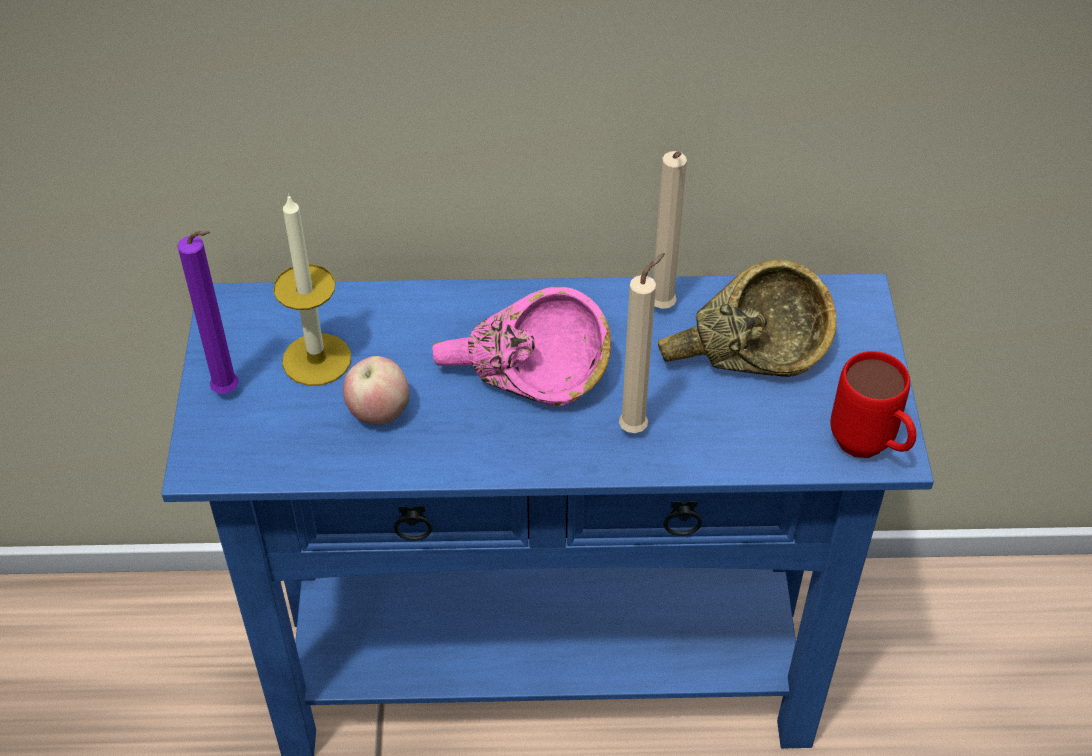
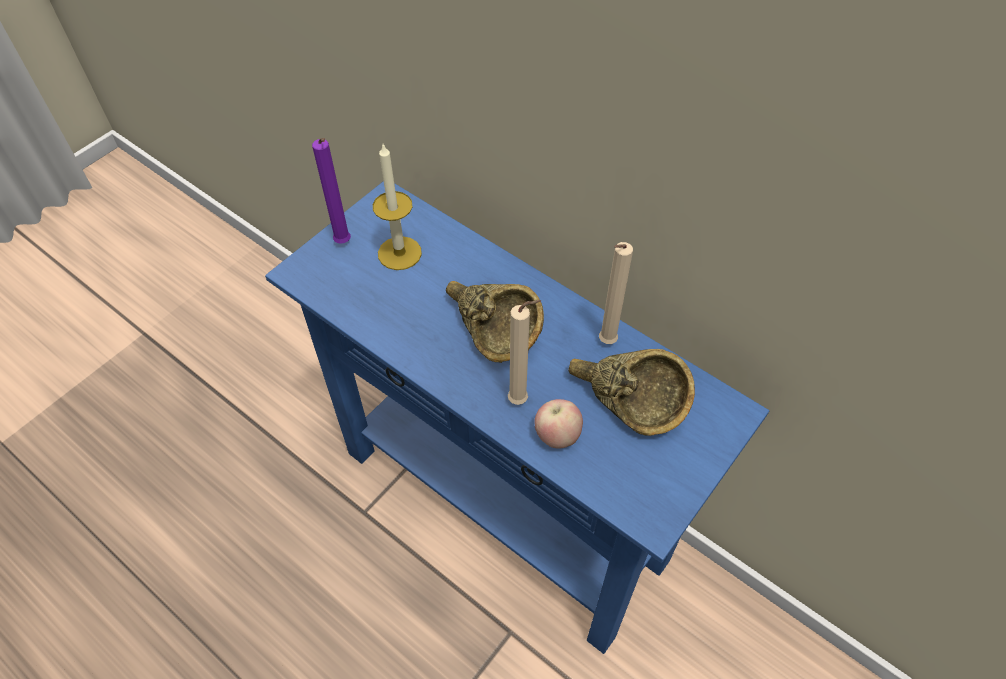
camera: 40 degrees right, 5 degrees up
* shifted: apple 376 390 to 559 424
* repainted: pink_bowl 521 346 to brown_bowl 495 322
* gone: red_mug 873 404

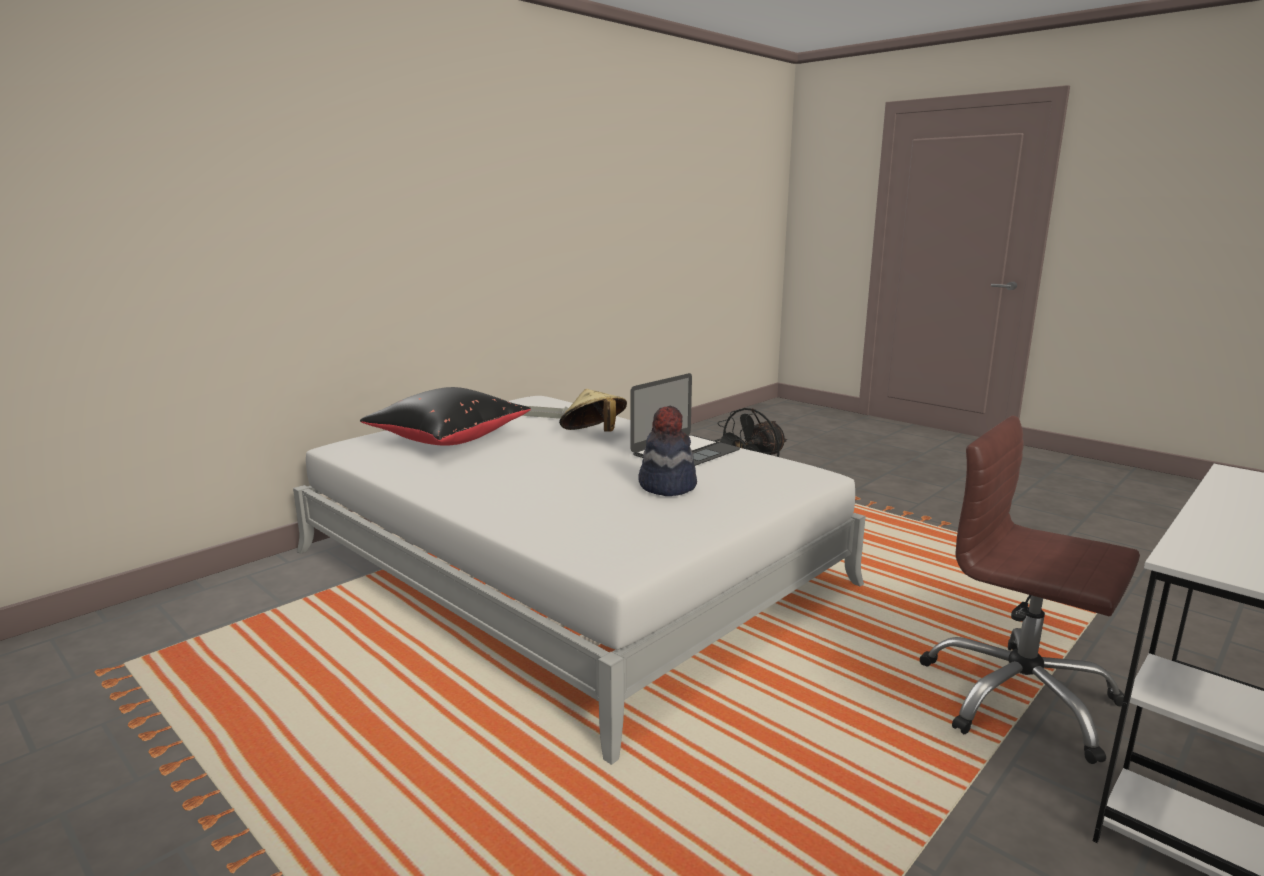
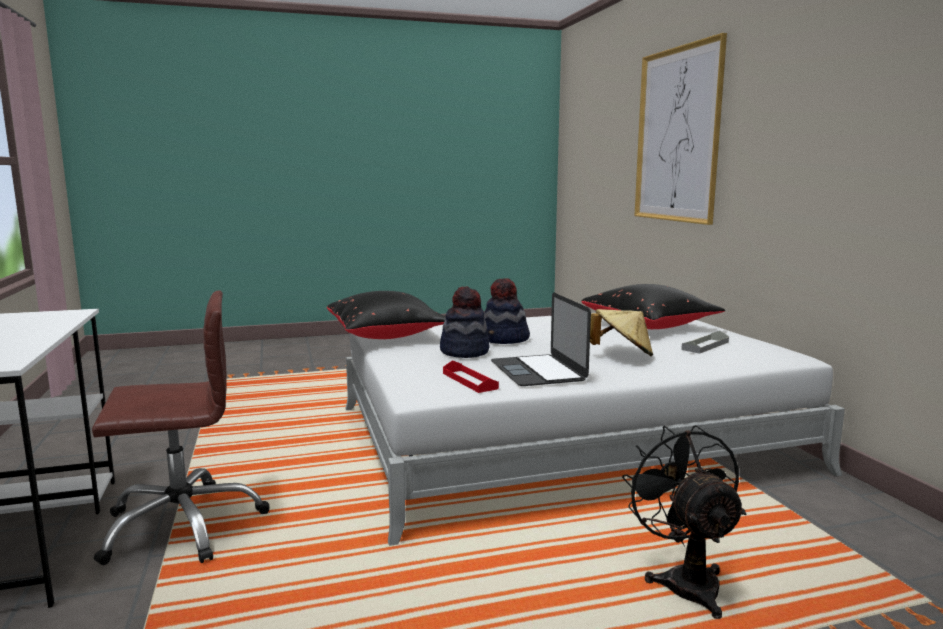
camera: 120 degrees right, 5 degrees down
* new: black_pillow 386 315
* new: red_tray 471 376
* new: hat 507 311
* new: picture 680 129

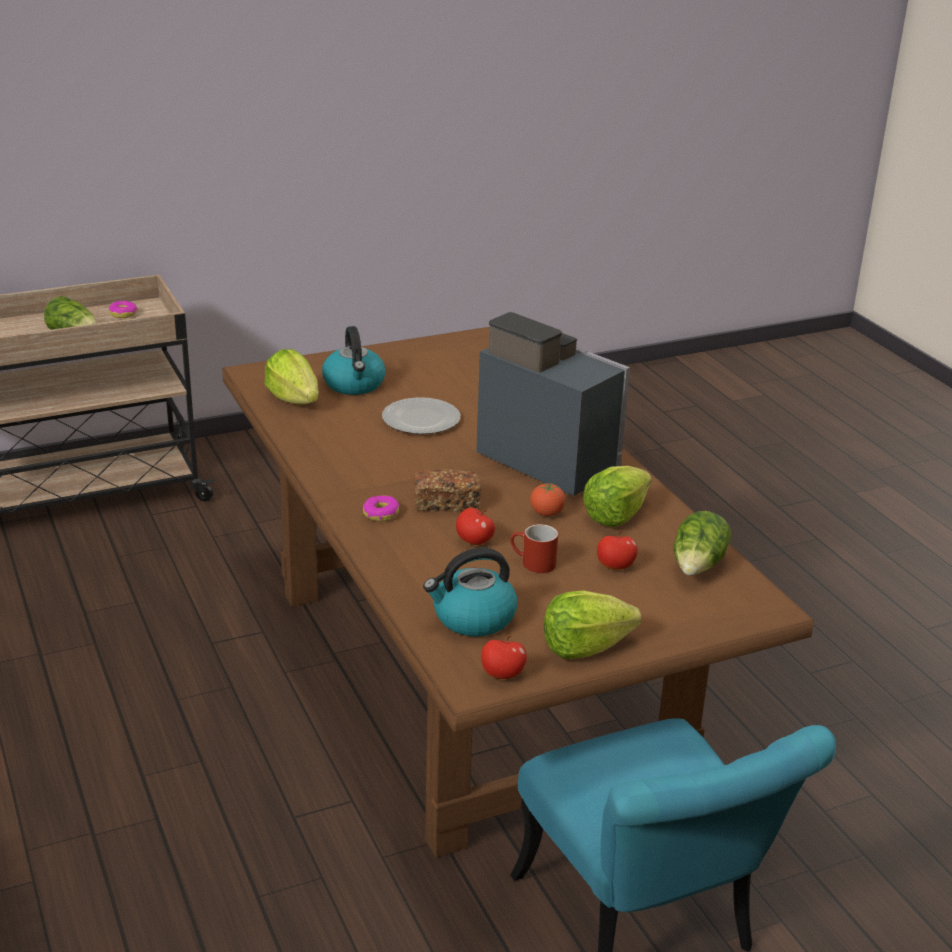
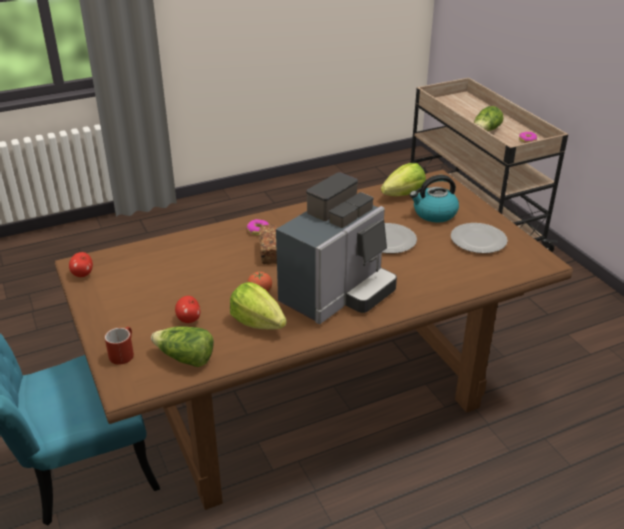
camera: 90 degrees right, 5 degrees up
* gone: kettle 470 592
* gone: apple 475 526
* shifted: red_mug 534 548 to 119 346
* gone: lettuce 592 625
* new: plate 479 238

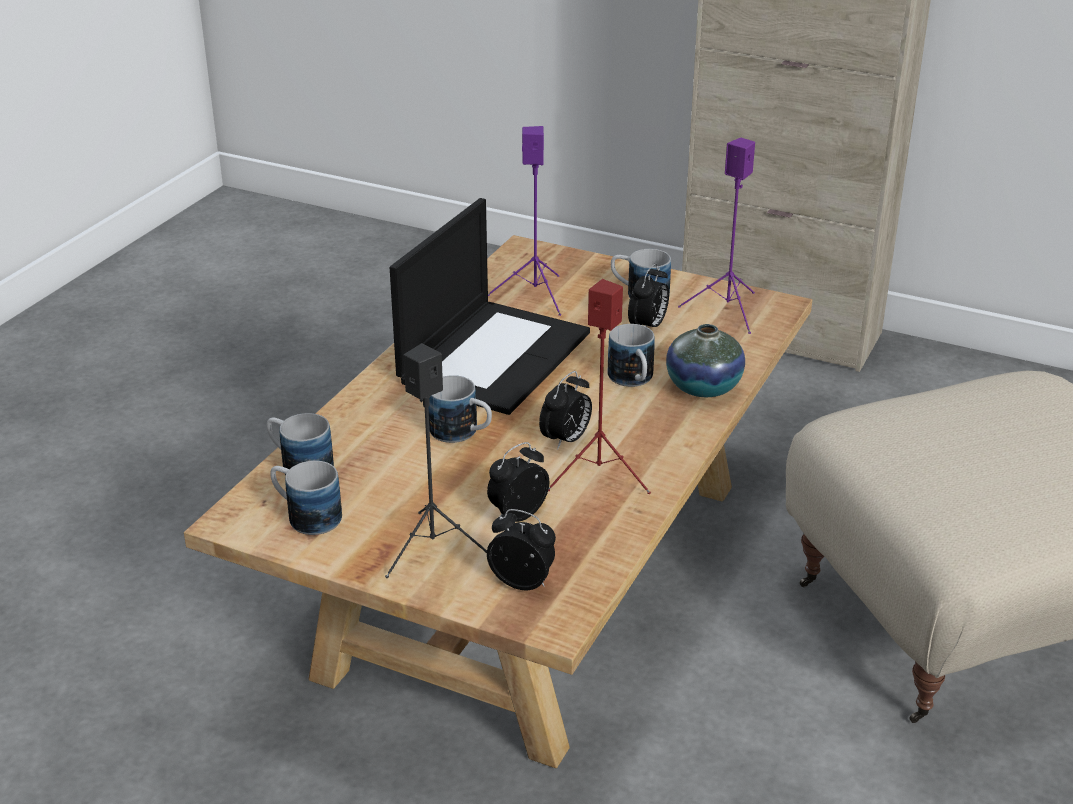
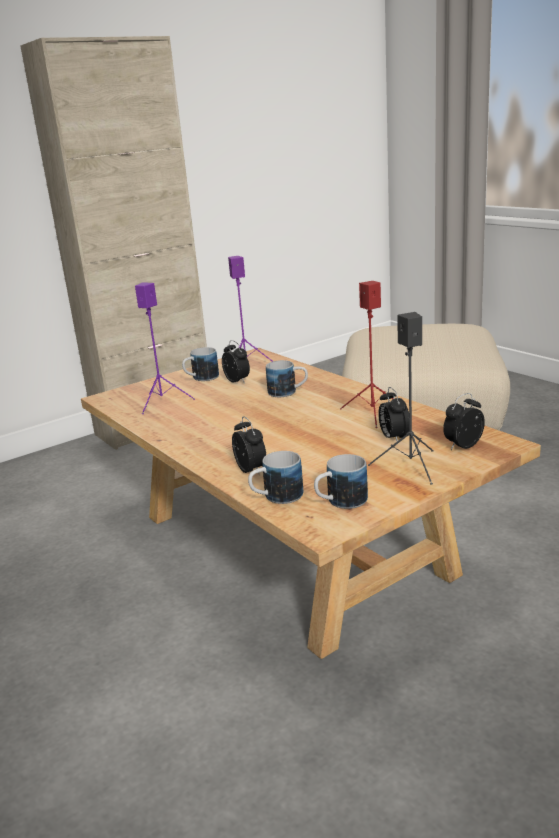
camera: 60 degrees left, 10 degrees down
* gone: laptop 490 306
* gone: mug 460 409
* shifted: alarm_clock 565 410 to 249 445
* gone: vase 705 360

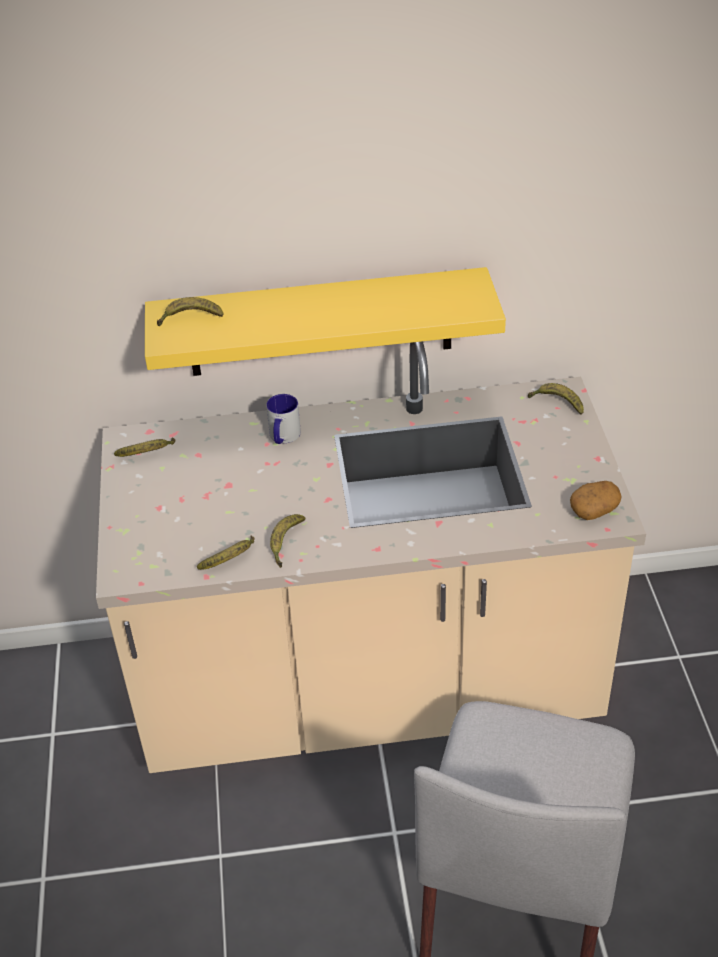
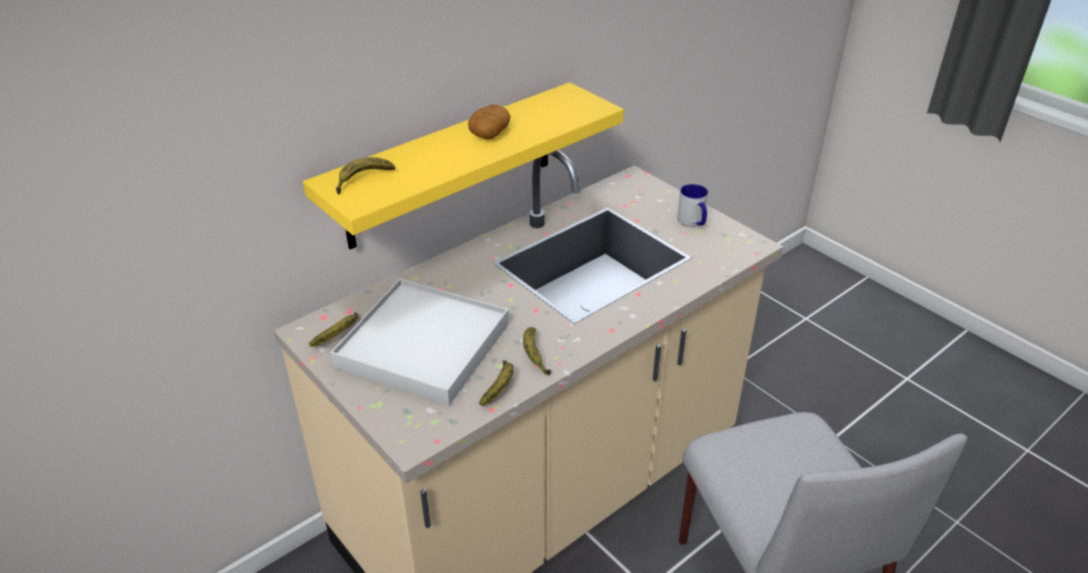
camera: 35 degrees left, 5 degrees down
* shifted: mug 283 419 to 692 205
* gone: banana 556 398
* shifted: potato 596 500 to 489 122
* new: white_tray 419 342

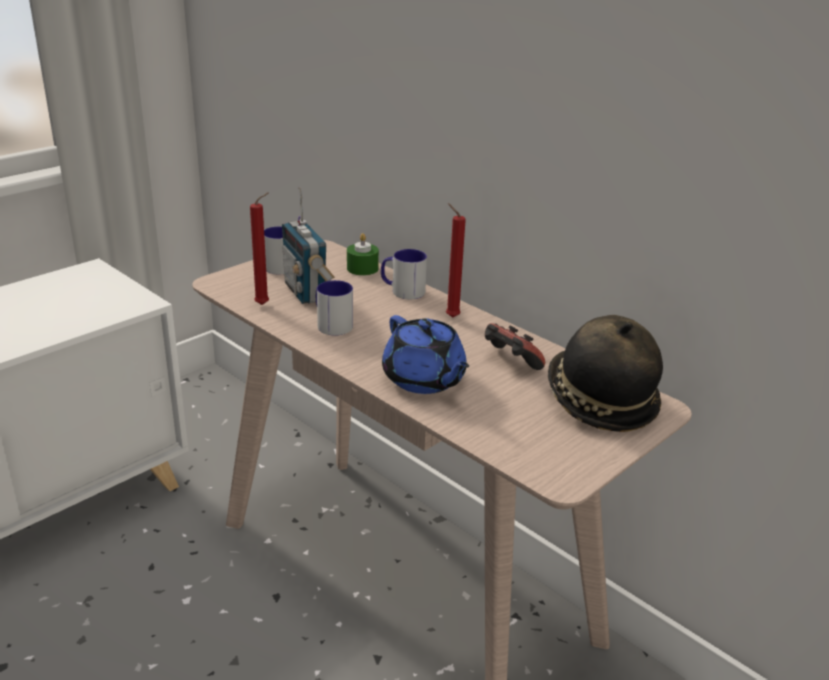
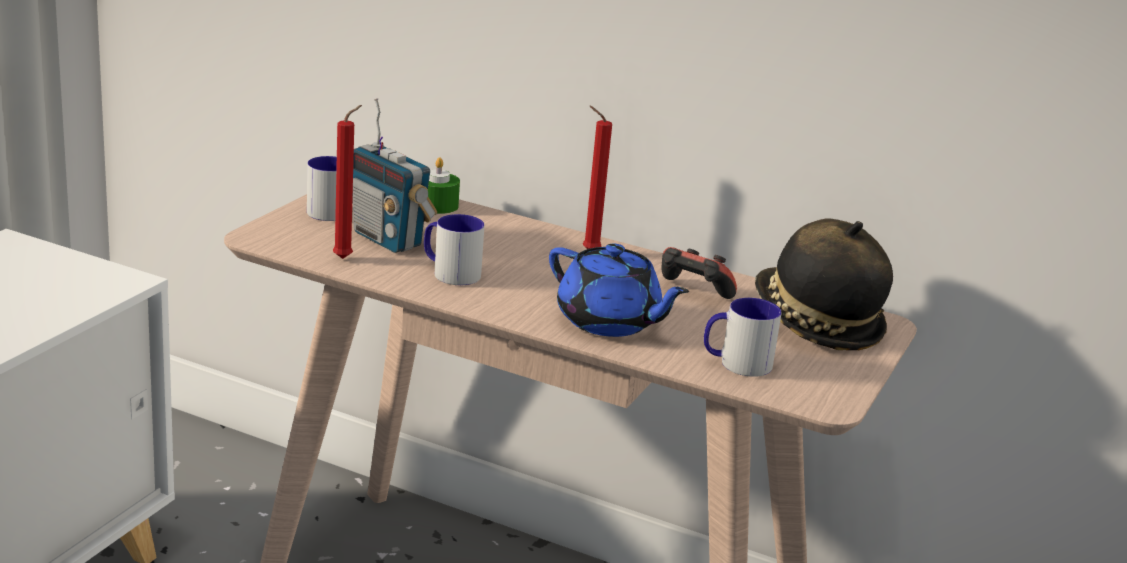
camera: 20 degrees left, 5 degrees down
* shifted: mug 404 274 to 743 337

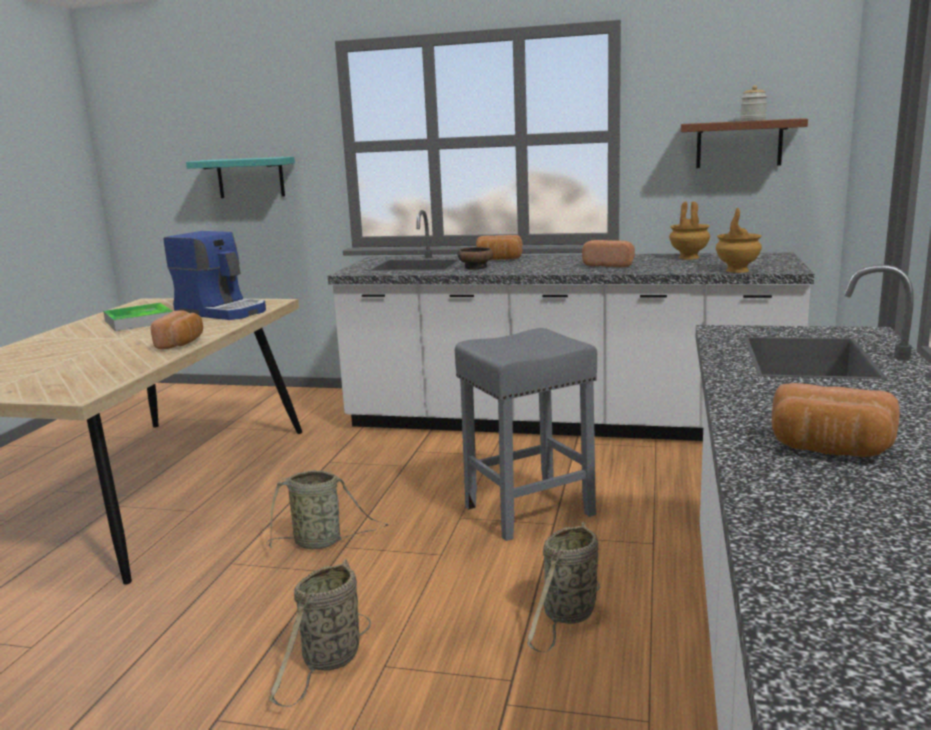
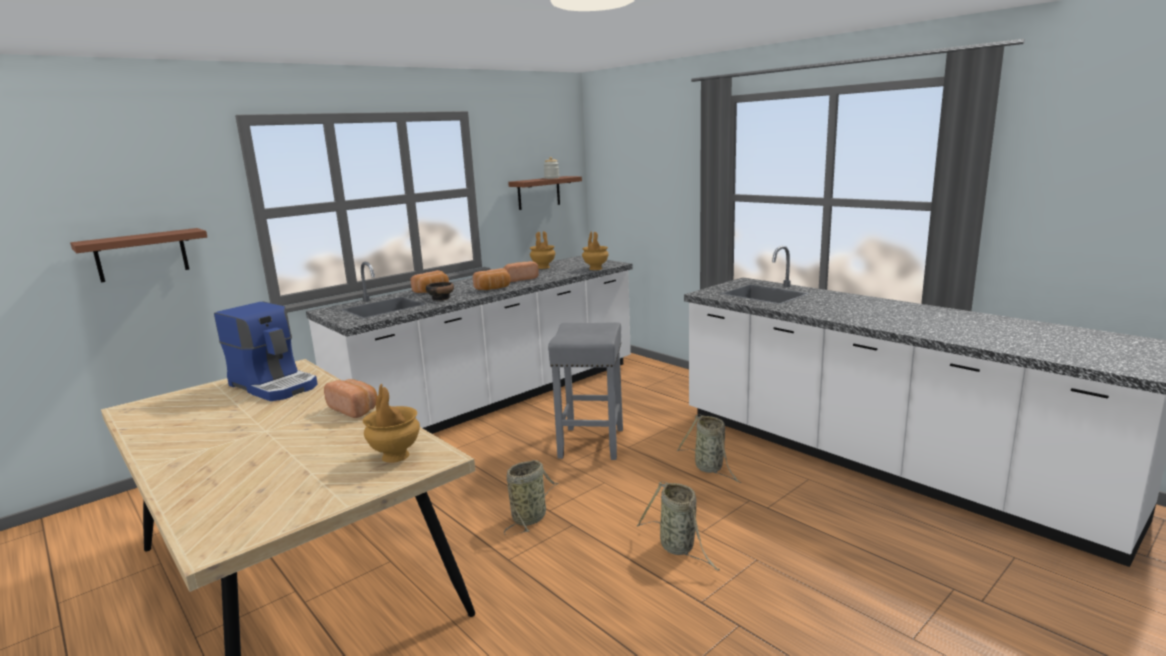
camera: 55 degrees left, 0 degrees up
* gone: tray 138 317
* rotated: coffee_machine 215 275 = 266 351 60 degrees clockwise
* repainted: turquoise_shelf 240 177 to brown_shelf 138 255
* shifted: bread 836 420 to 492 279
* new: brown_vase 391 423

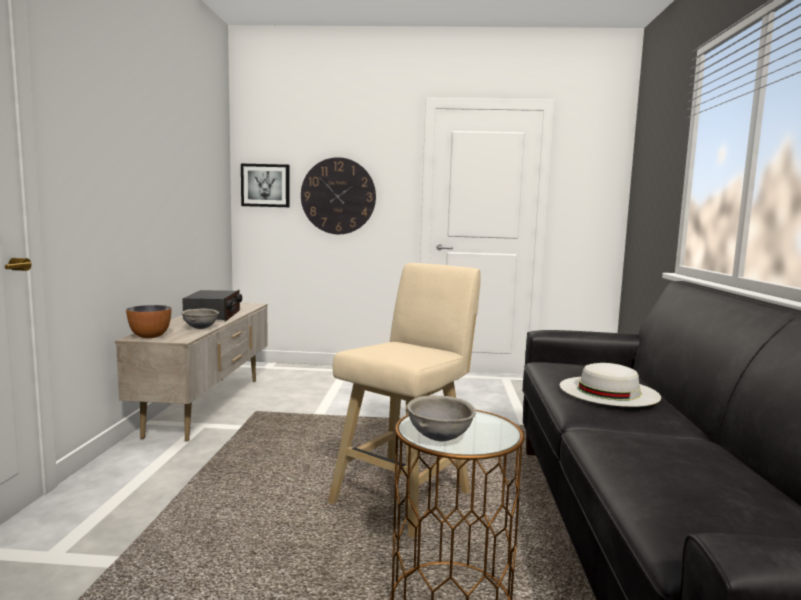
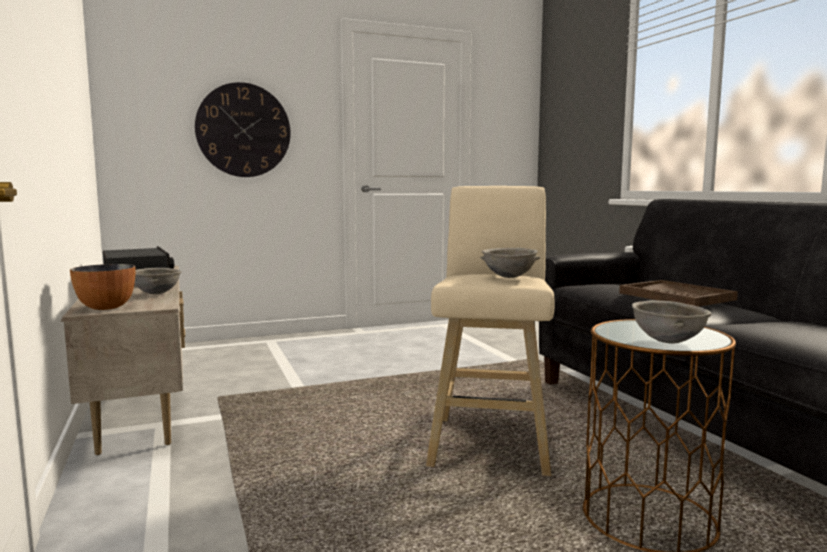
camera: 25 degrees left, 0 degrees up
* gone: picture 265 185
* swapped: white_hat 610 385 to brown_tray 678 293
* new: grey_bowl 510 263

